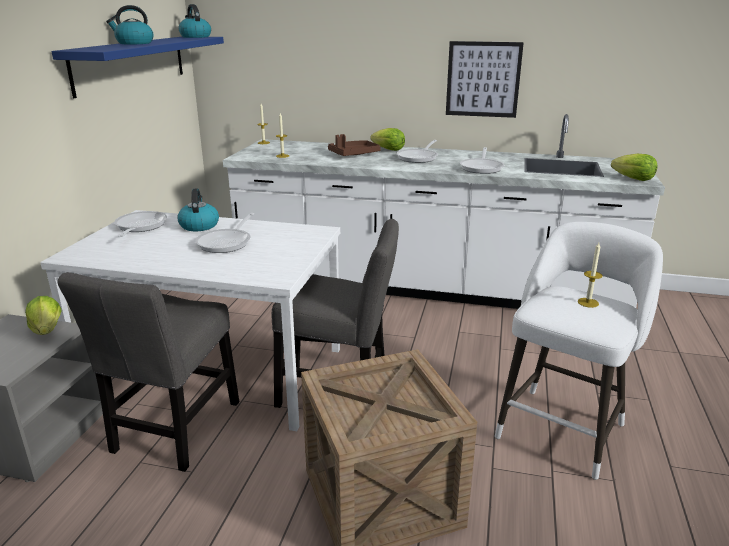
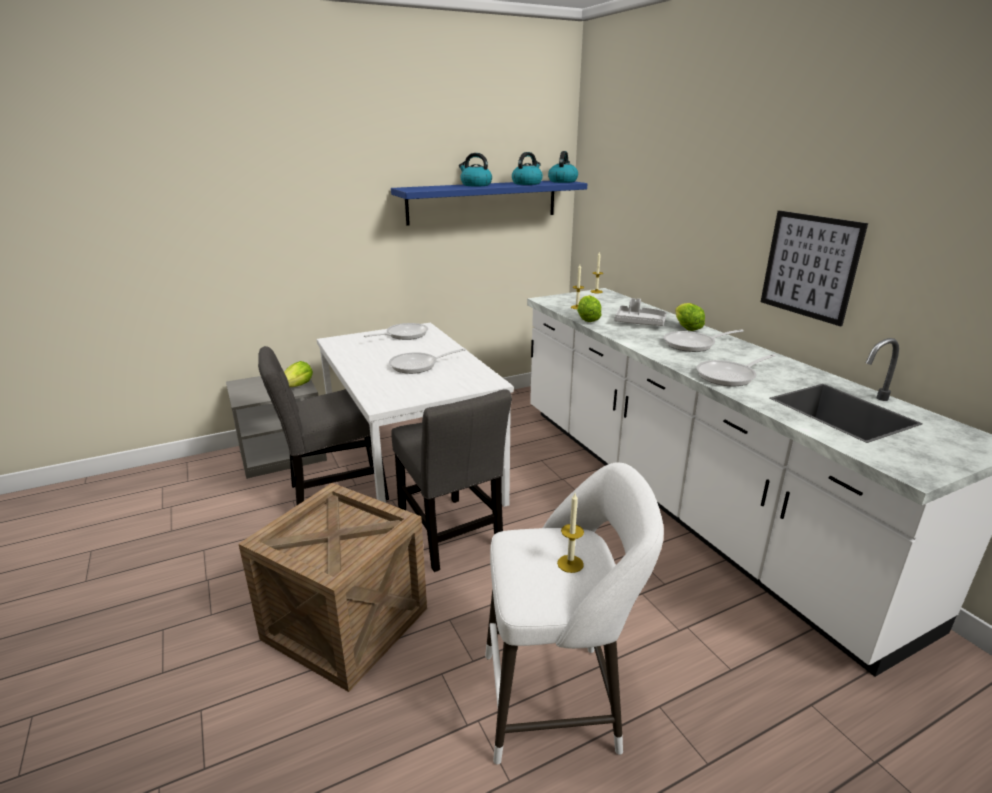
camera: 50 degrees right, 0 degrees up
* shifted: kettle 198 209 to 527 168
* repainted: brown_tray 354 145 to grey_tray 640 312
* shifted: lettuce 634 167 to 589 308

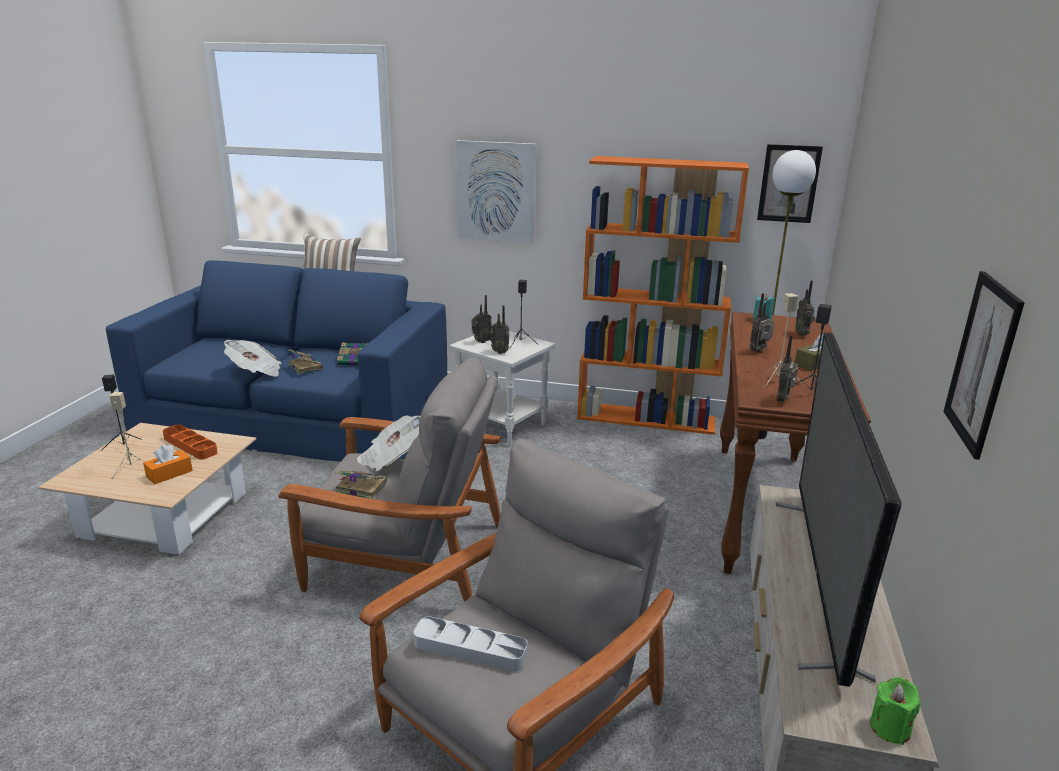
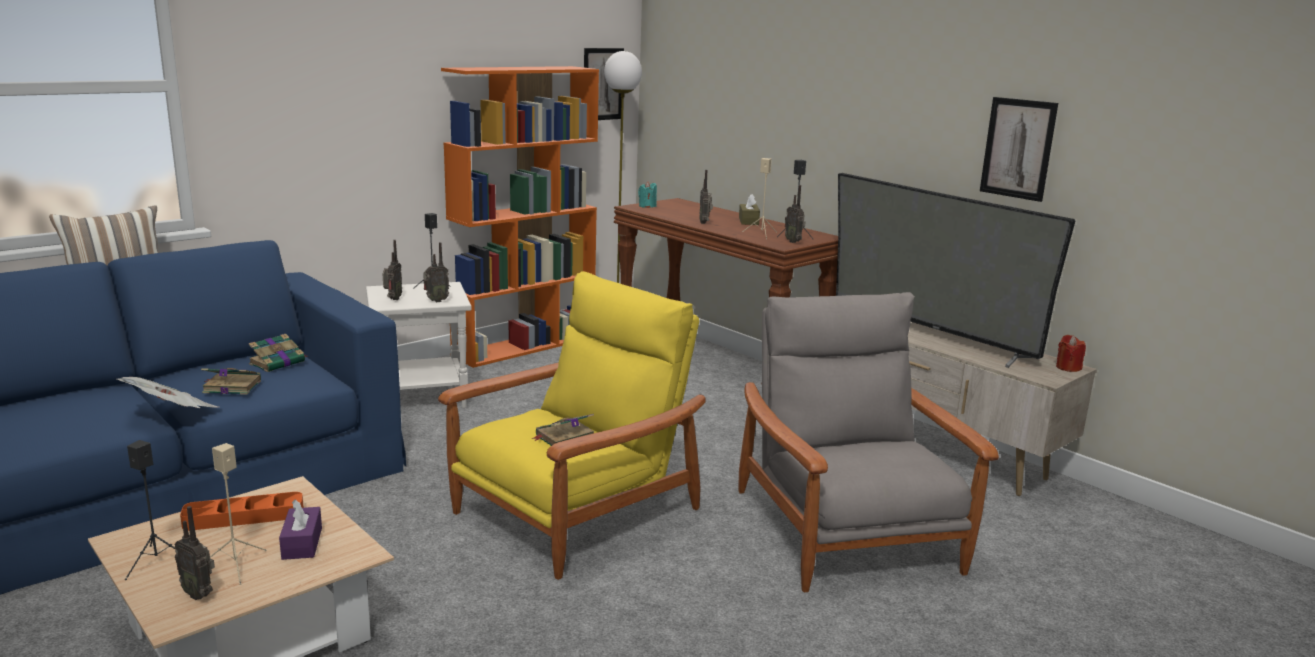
camera: 55 degrees left, 5 degrees down
* repainted: orange_tissue_box 168 464 to purple_tissue_box 300 529
* repainted: grey_armchair 389 480 to yellow_armchair 572 425
* gone: newspaper 388 443
* gone: grey_tray 470 644
* gone: picture 496 191
* shifted: radio 805 308 to 194 553
* repainted: green_candle 895 711 to red_candle 1071 353

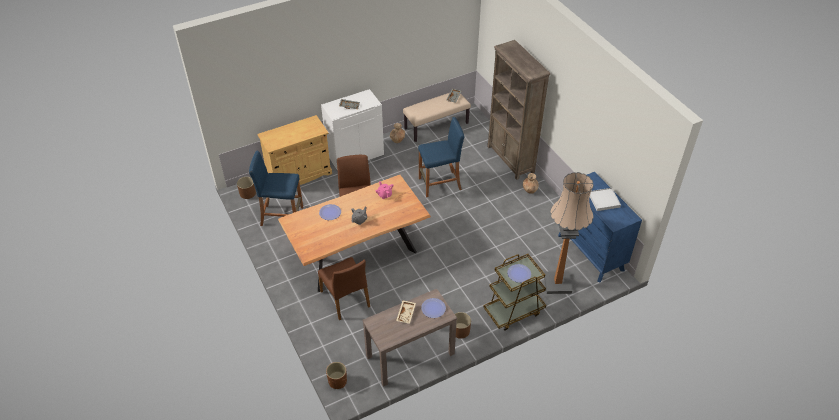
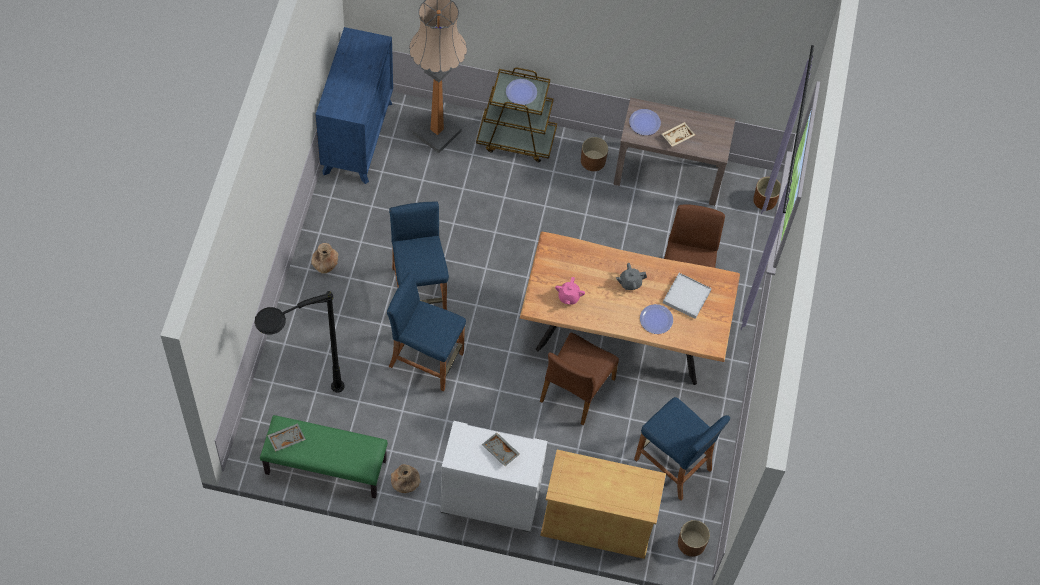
camera: 145 degrees left, 15 degrees up
* repainted: beige_bench 437 117 to green_bench 324 457
* gone: brown_bookcase 518 110
* shifted: white_tray 605 199 to 687 296
* new: black_floor_lamp 300 342
* new: blue_stool 419 255

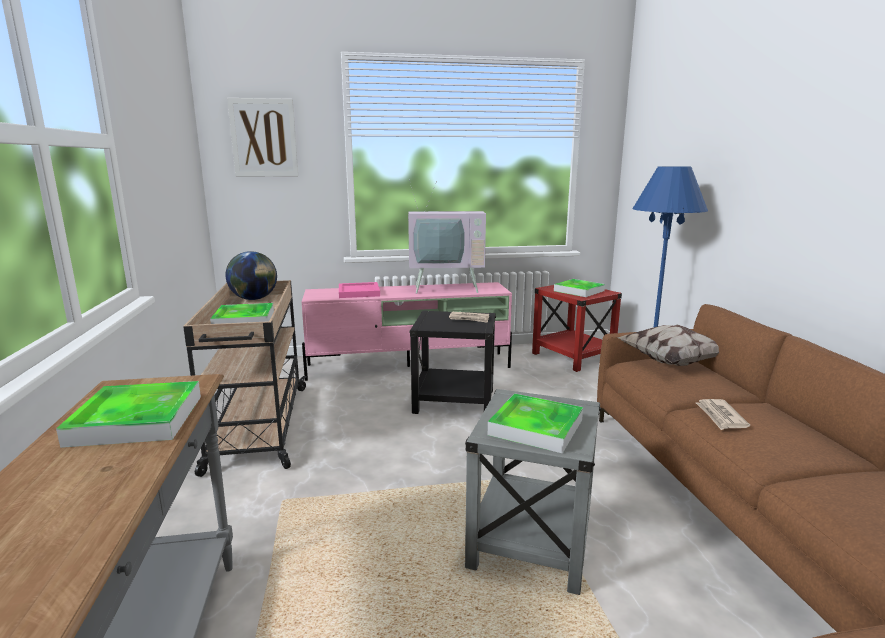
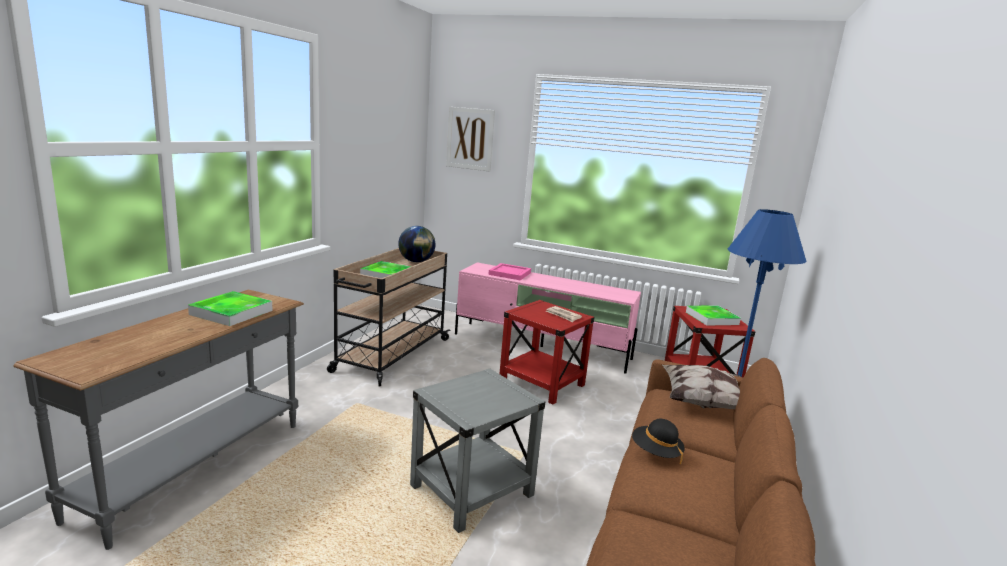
camera: 30 degrees right, 0 degrees up
* gone: television 447 236
* repainted: black_side_table 452 362 to red_side_table 547 352
* gone: tray 535 423
* swapped: newspaper 723 414 to black_hat 658 441

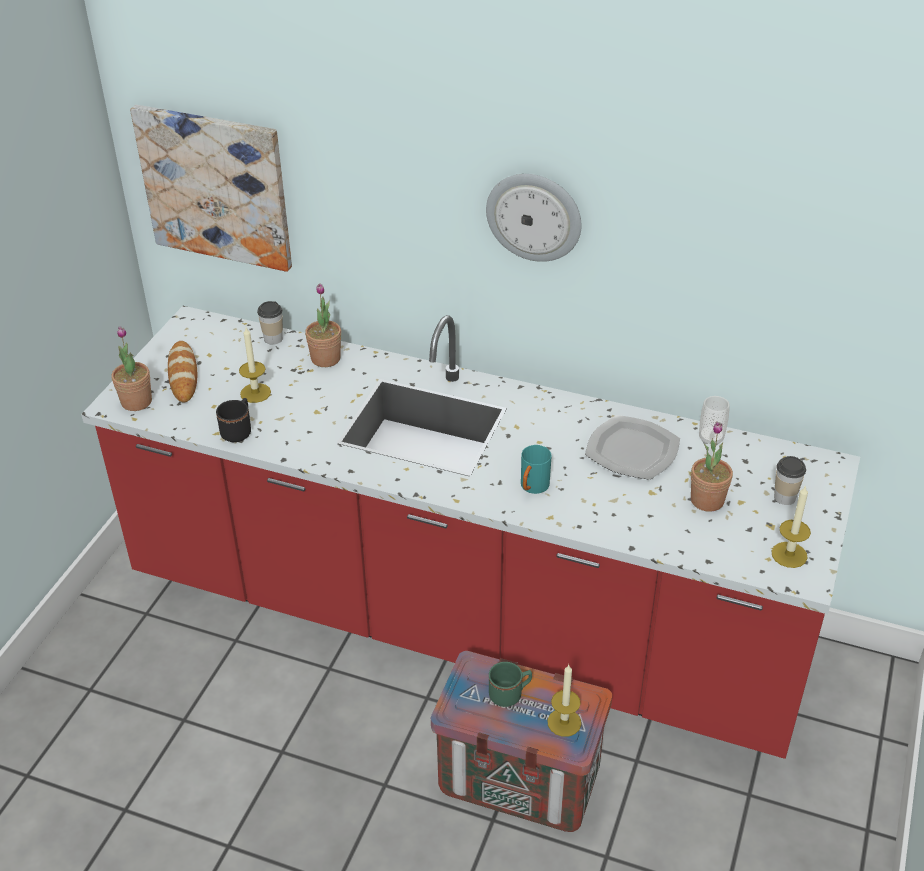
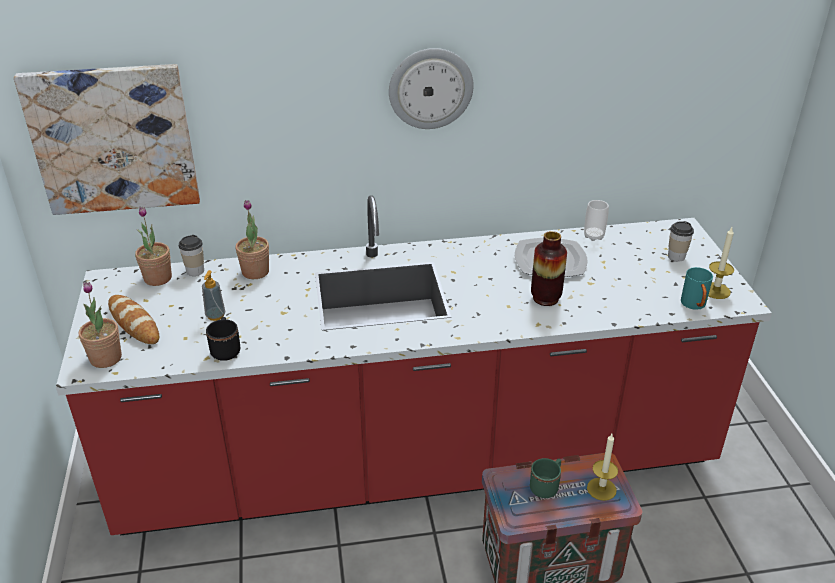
camera: 30 degrees left, 5 degrees down
* swapped: candle 255 365 to soap_dispenser 213 295
* shifted: turquoise_mug 536 469 to 697 288
* shifted: potted_plant 712 466 to 153 246
* new: vase 549 268

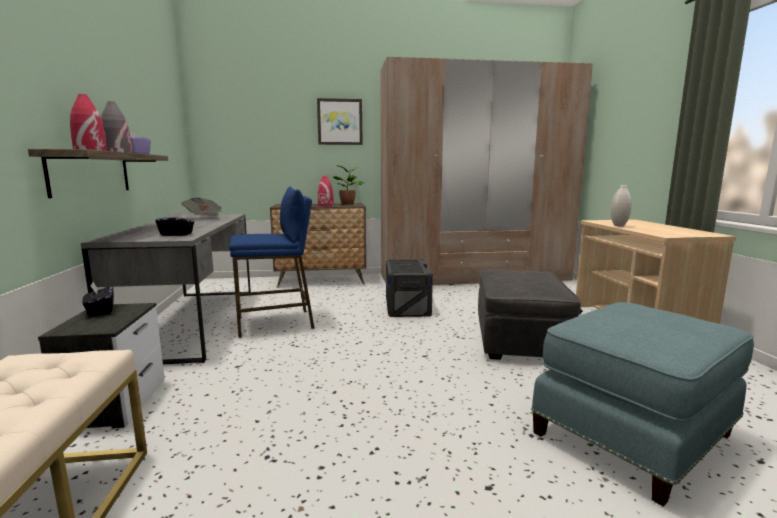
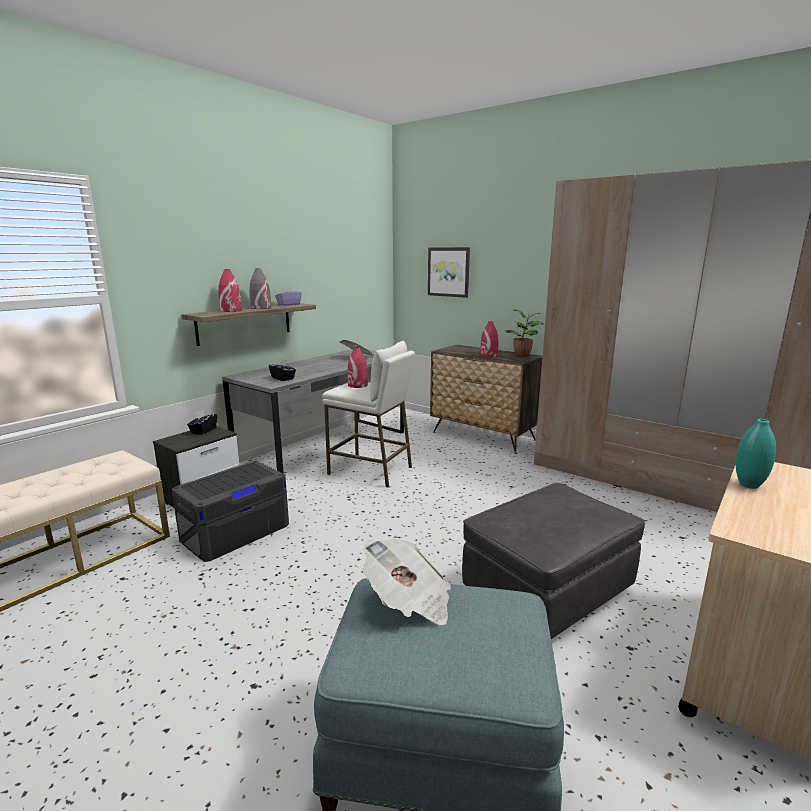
camera: 45 degrees right, 5 degrees up
* repainted: blue_stool 271 262 to white_stool 368 414
* shifted: picture 340 121 to 449 272
* shifted: grey_storage_box 409 288 to 230 511
* repainted: white_vase 621 206 to turquoise_vase 756 454
* new: red_vase 358 367
* new: newspaper 406 582

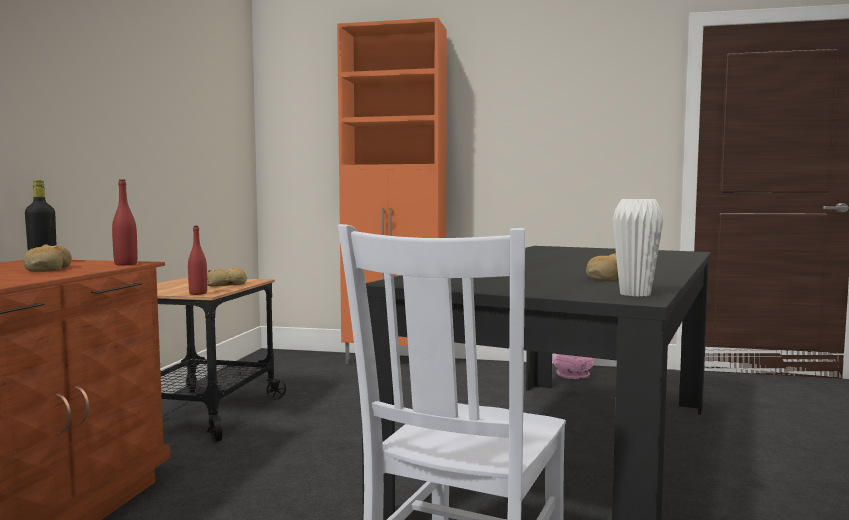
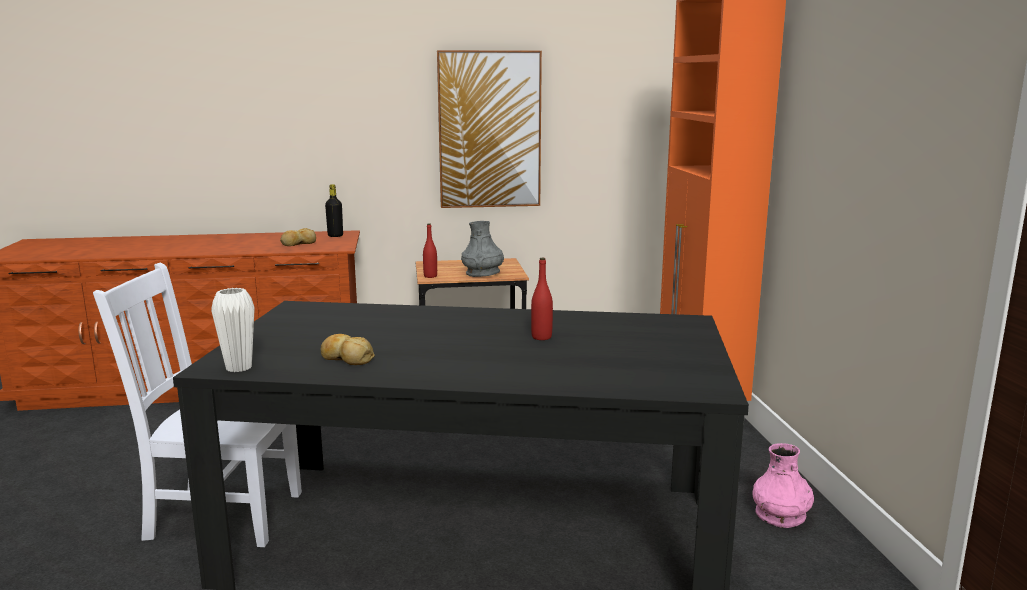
camera: 70 degrees right, 10 degrees up
* shifted: red_bottle 125 222 to 542 299
* swapped: bread 227 277 to grey_vase 482 249
* new: picture 489 129

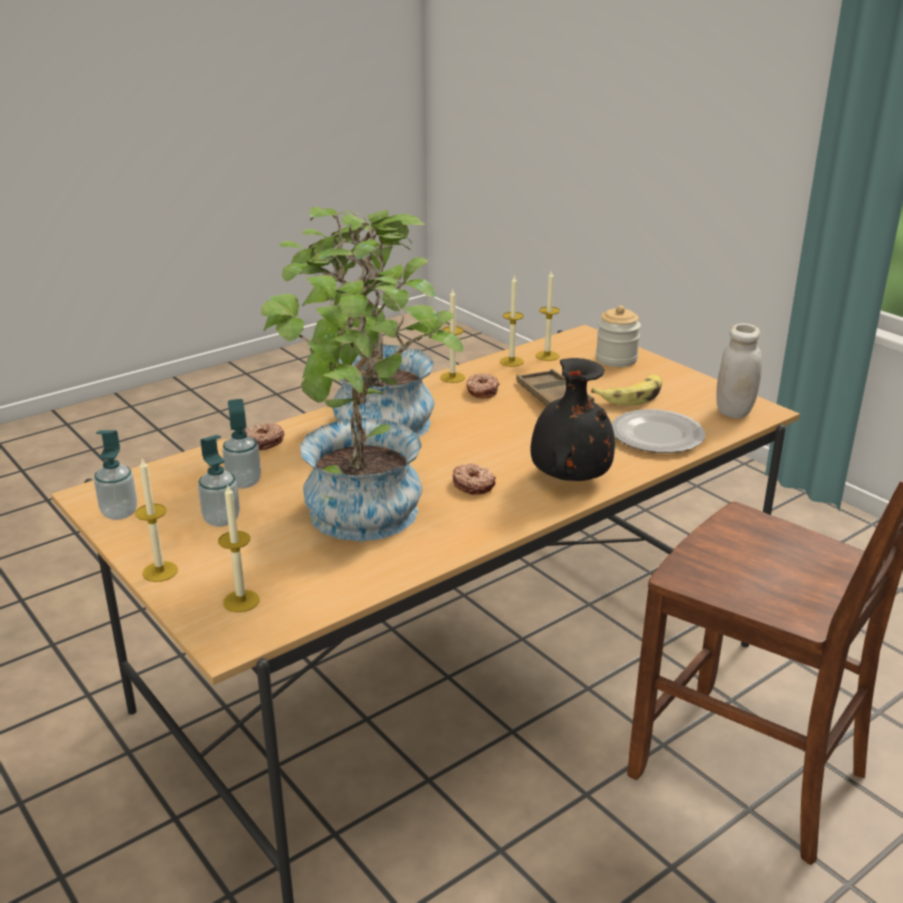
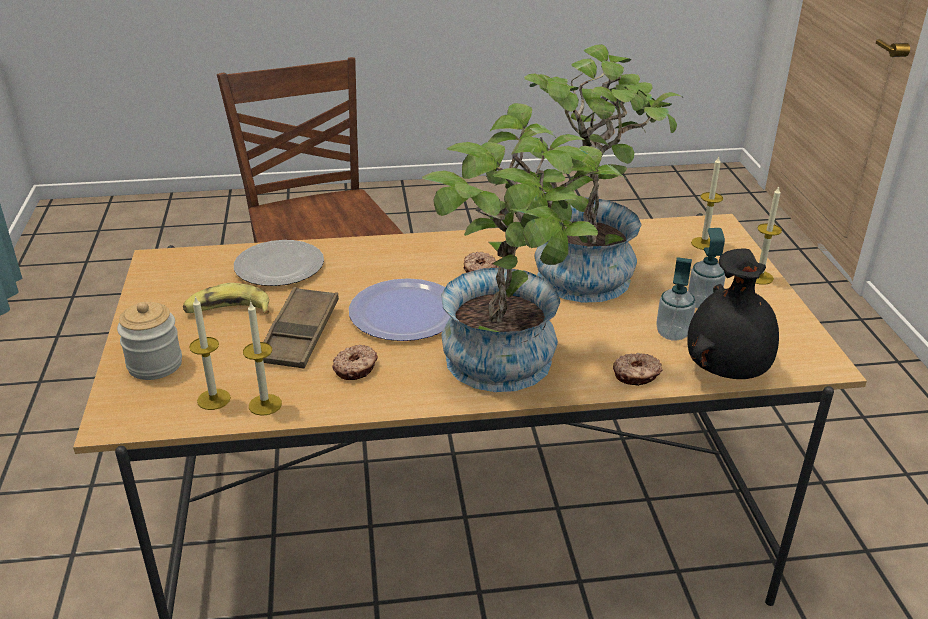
camera: 150 degrees left, 5 degrees up
* gone: soap_dispenser 115 475
* gone: candle 452 336
* shifted: black_vase 572 419 to 733 313
* gone: white_jar 739 371
* new: plate 399 309

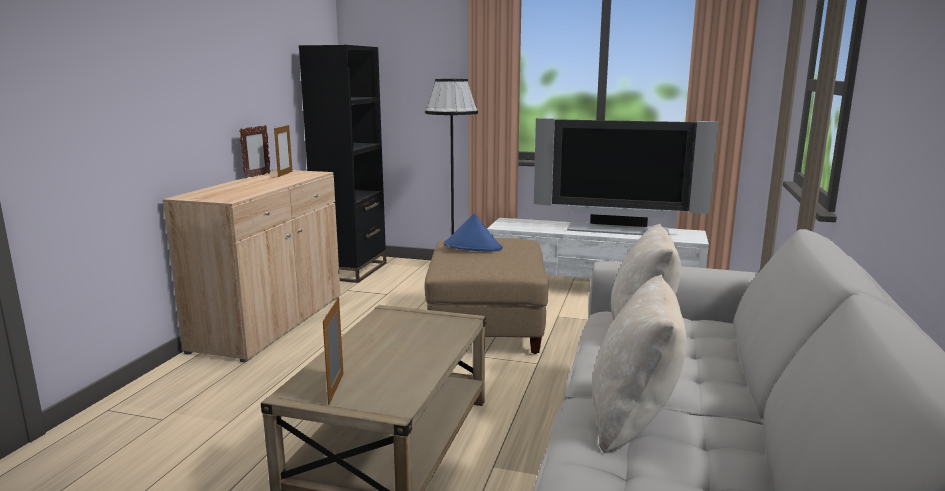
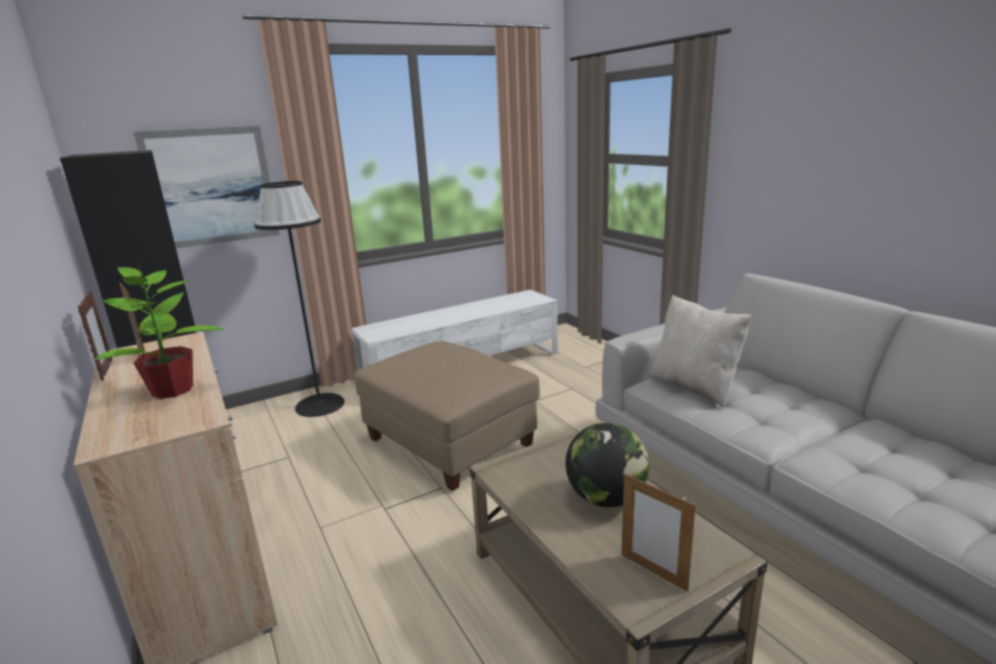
camera: 45 degrees left, 5 degrees up
* gone: blue_hat 473 232
* gone: television 626 176
* gone: beige_pillow 639 364
* new: potted_plant 159 331
* new: picture 207 187
* new: globe 608 465

